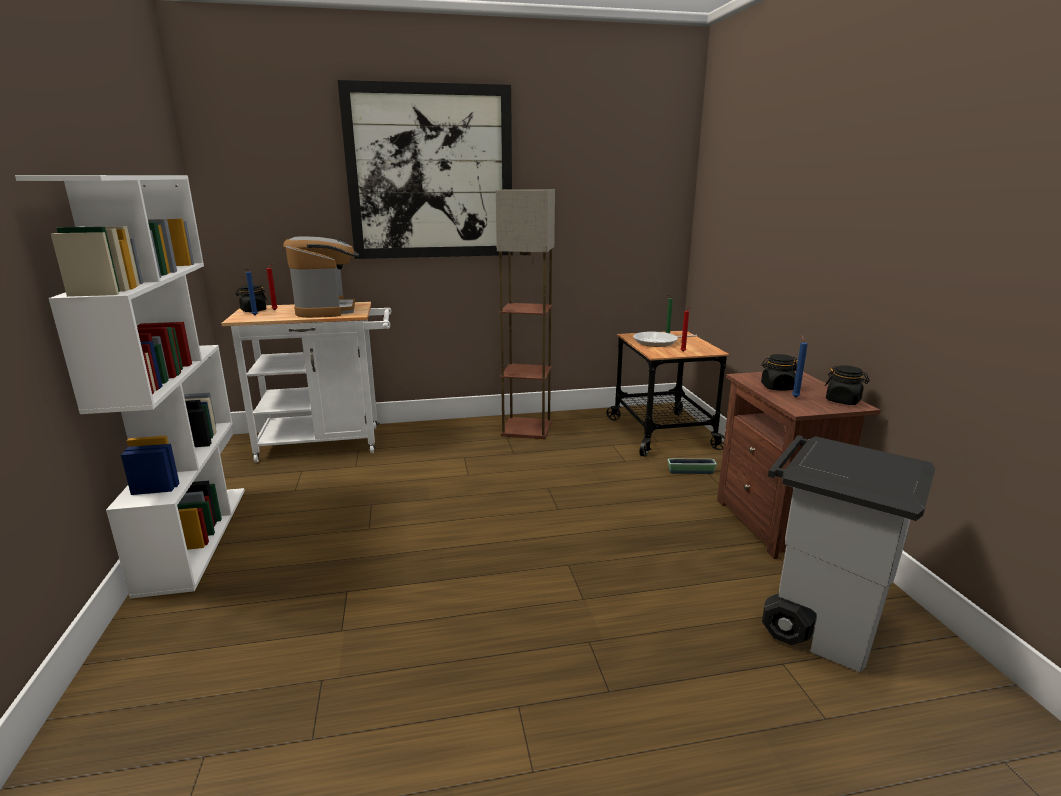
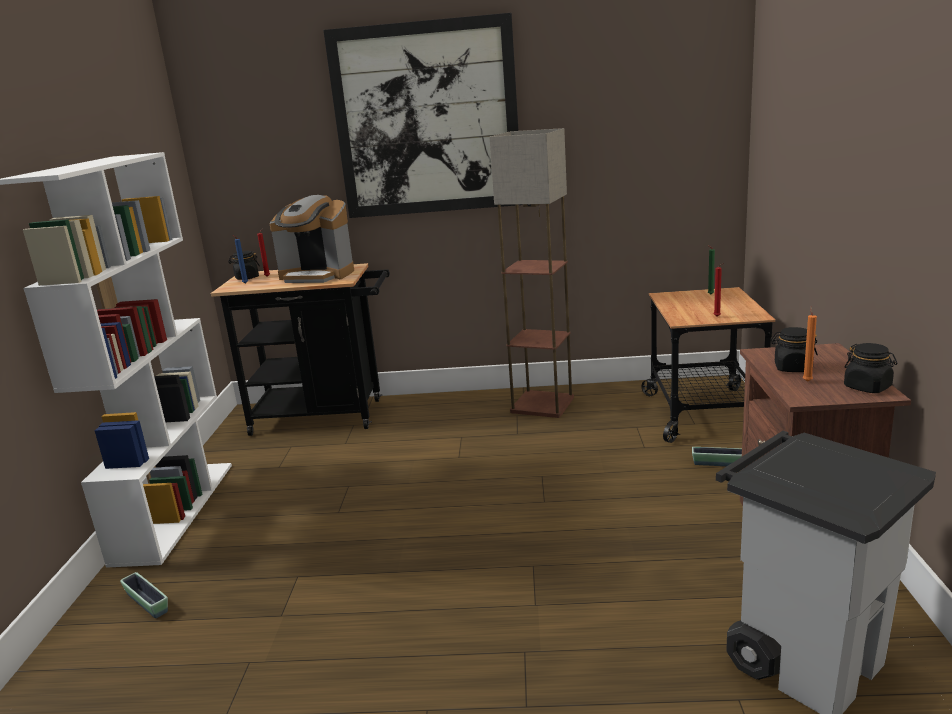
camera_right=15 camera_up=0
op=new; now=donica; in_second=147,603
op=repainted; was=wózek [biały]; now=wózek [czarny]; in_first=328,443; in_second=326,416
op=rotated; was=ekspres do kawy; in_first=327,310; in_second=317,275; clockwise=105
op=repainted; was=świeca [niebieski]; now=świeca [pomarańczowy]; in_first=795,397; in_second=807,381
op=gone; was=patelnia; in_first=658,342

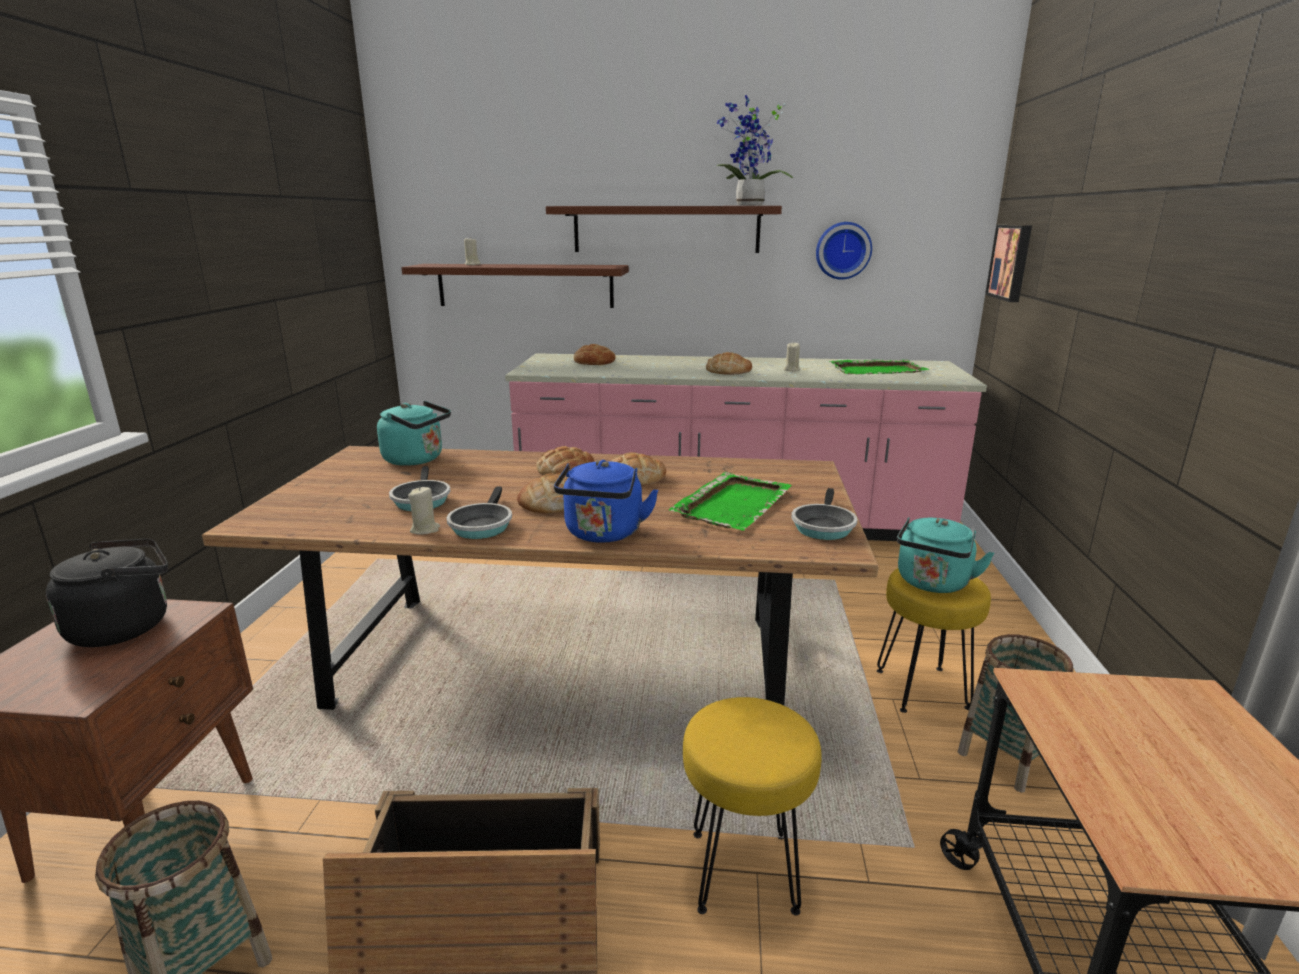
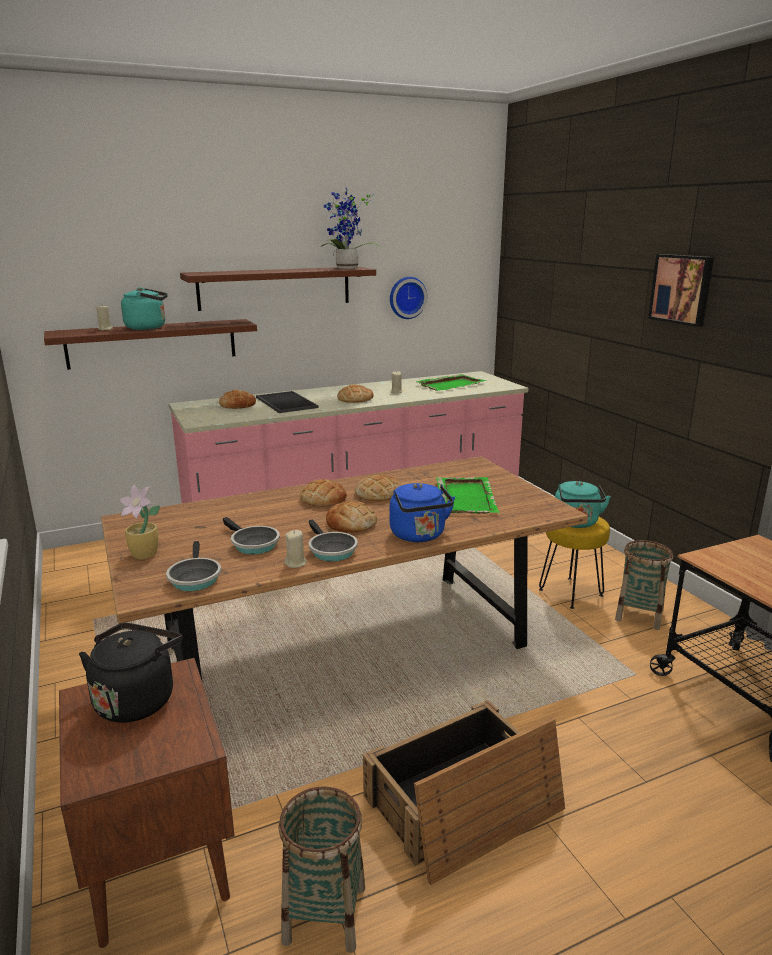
camera_right=-30 camera_up=0
op=new; now=roślina doniczkowa; in_second=145,555
op=shifted; was=czajnik [turkusowy]; in_first=417,460; in_second=148,328
op=shifted; was=patelnia; in_first=822,526; in_second=194,578
op=new; now=taca; in_second=285,402
op=shifted; was=obraz; in_first=1011,262; in_second=682,289
op=gone; was=stołek [żółty]; in_first=742,872

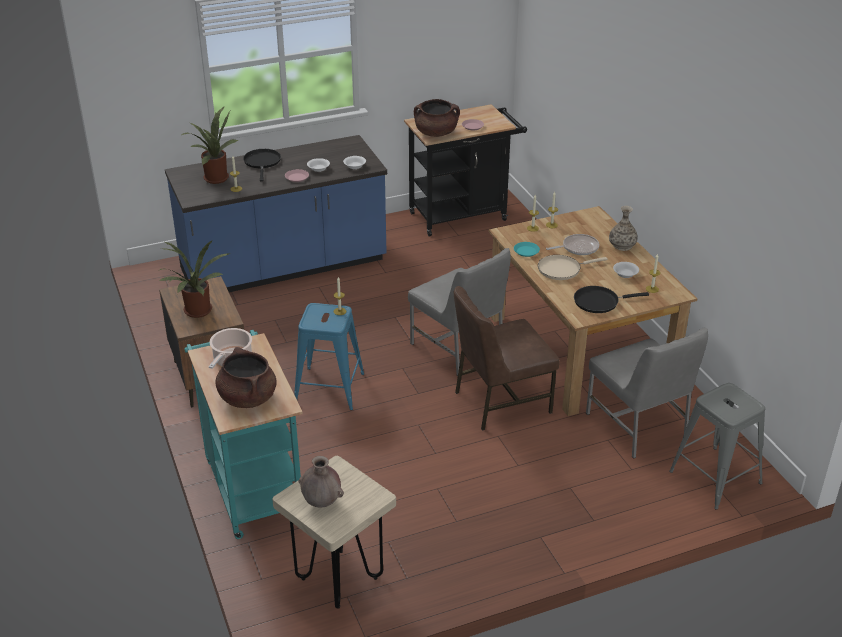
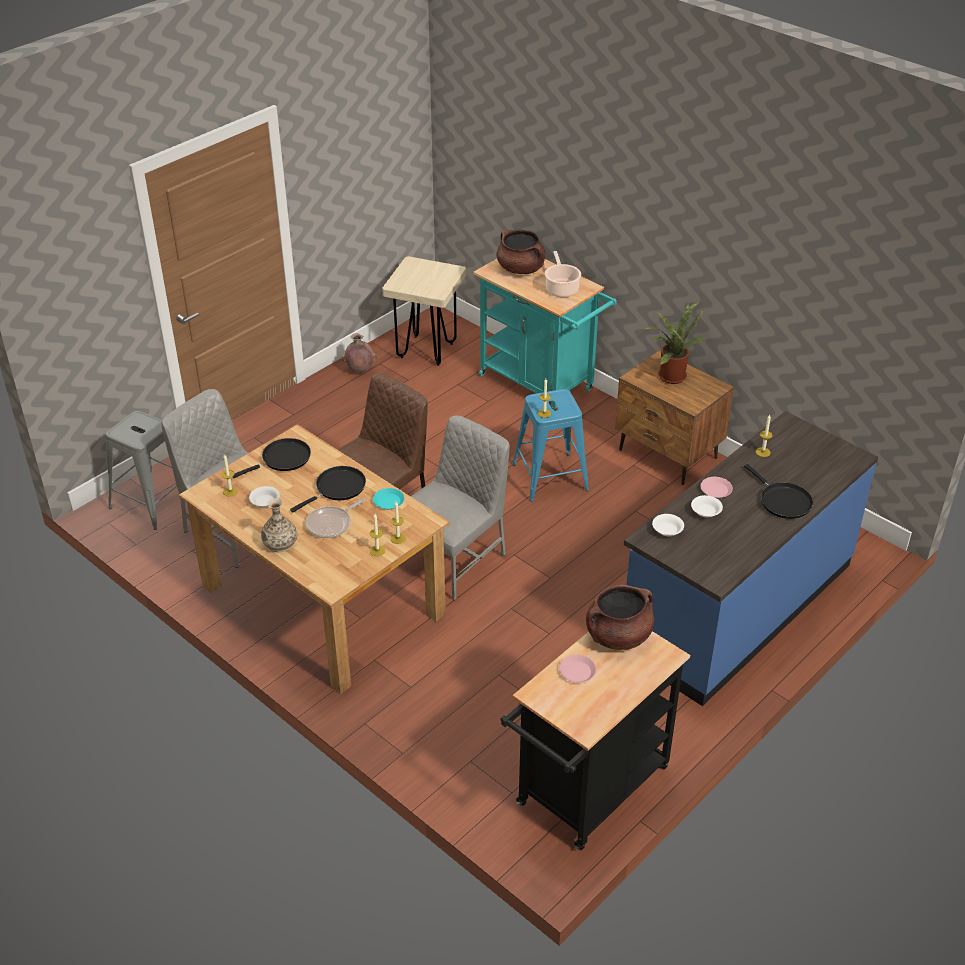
camera_right=155 camera_up=5
op=repainted; was=patelnia [beżowy]; now=patelnia [czarny]; in_first=562,269; in_second=337,488
op=shifted; was=wazon [brązowy]; in_first=322,502; in_second=360,370
op=rotated; was=krzesło [szary]; in_first=458,348; in_second=454,559; clockwise=105
op=gone; was=roślina doniczkowa; in_first=214,177

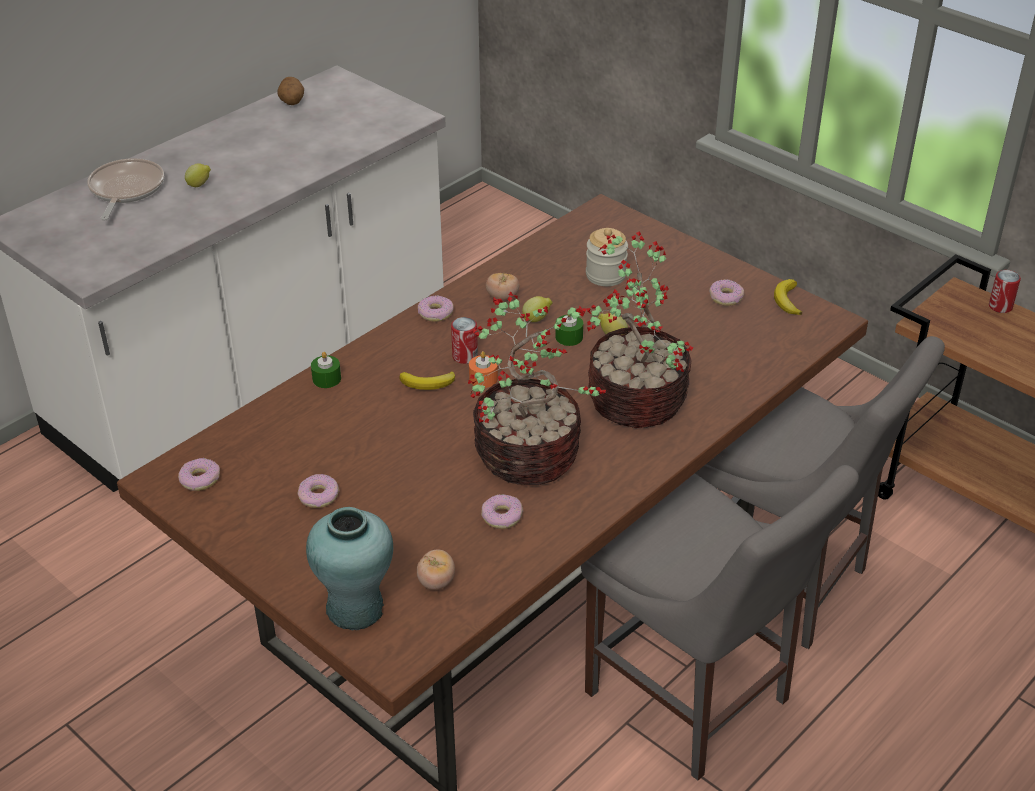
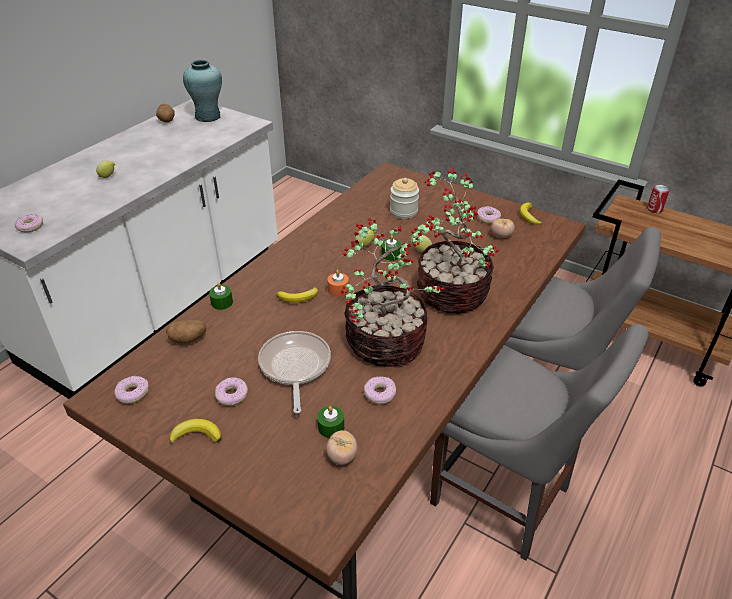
camera_right=-10 camera_up=0
op=shifted; was=donut; in_first=435,313; in_second=30,227
op=new; now=ziemniak; in_second=188,339
op=new; now=banan; in_second=197,435
op=shifted; was=wazon [turkusowy]; in_first=355,608; in_second=208,116
op=shifted; was=patelnia; in_first=125,190; in_second=295,367
op=new; now=świeca [zielony]; in_second=331,427
op=shifted; was=pomidor; in_first=502,297; in_second=501,236
op=gone; was=puszka; in_first=465,356

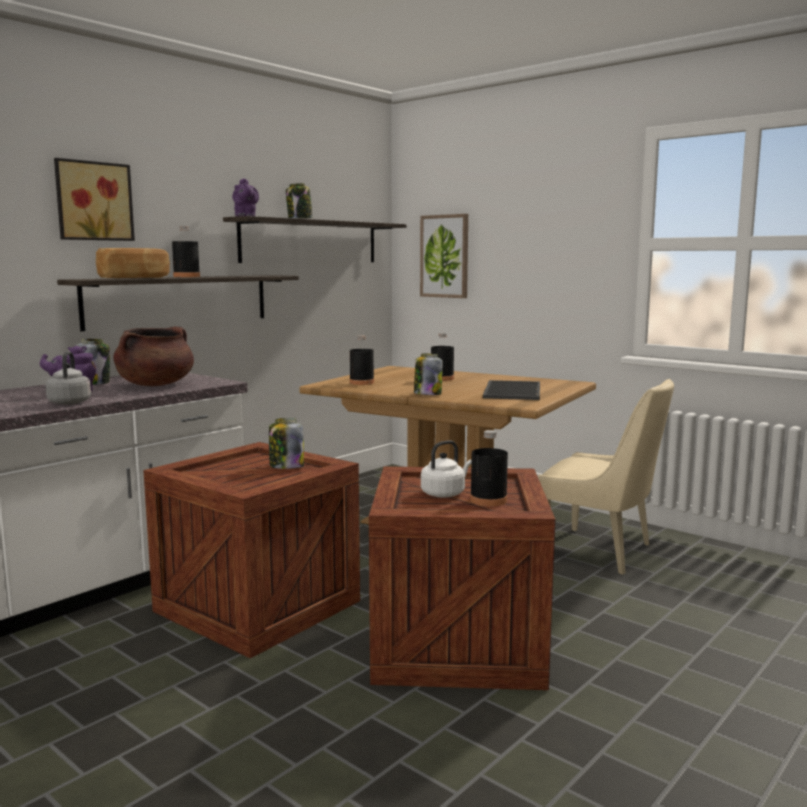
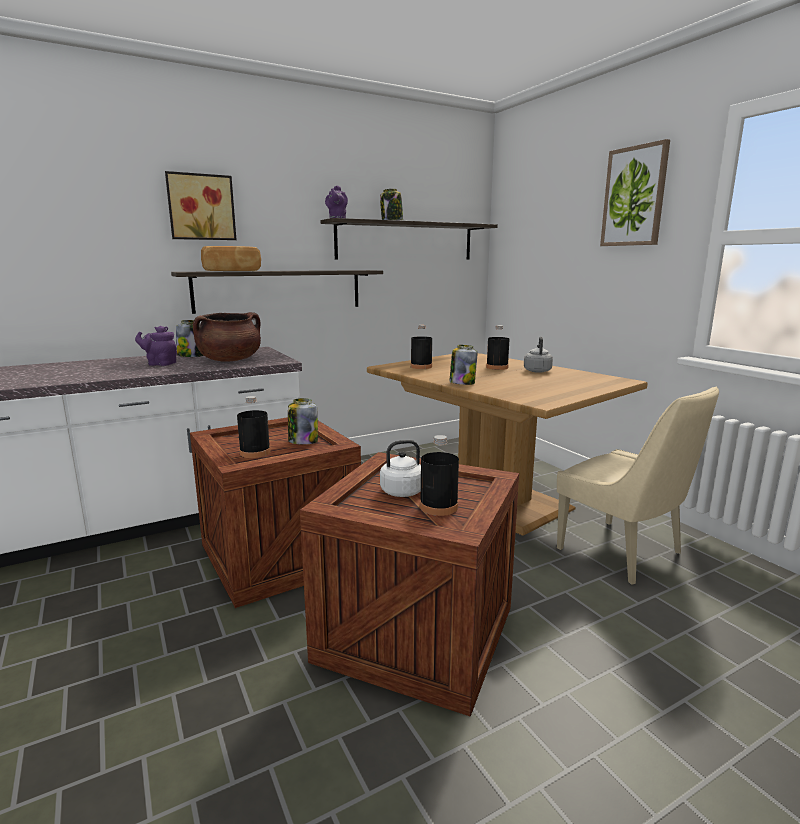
camera_right=20 camera_up=5
op=shifted; was=butelka [czarny]; in_first=186,277; in_second=255,452
op=shifted; was=czajnik [szary]; in_first=70,402; in_second=537,370
op=shifted; was=obraz; in_first=445,256; in_second=634,196
op=gone; was=taca; in_first=511,390

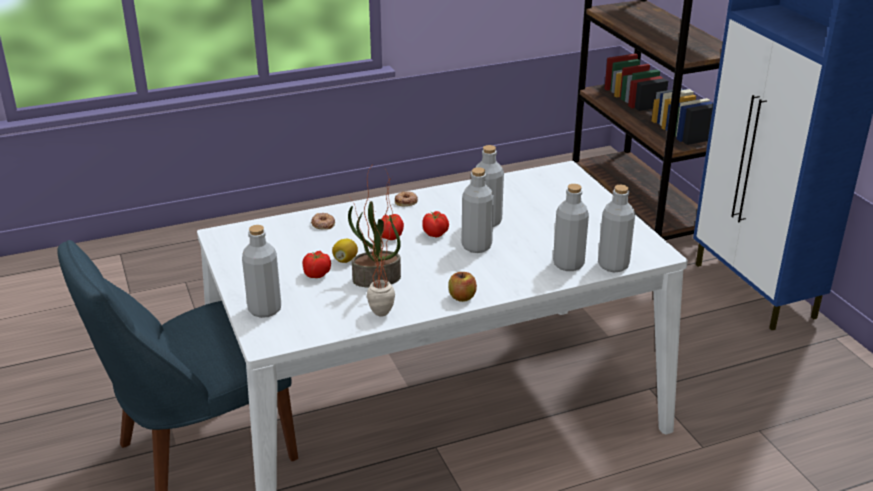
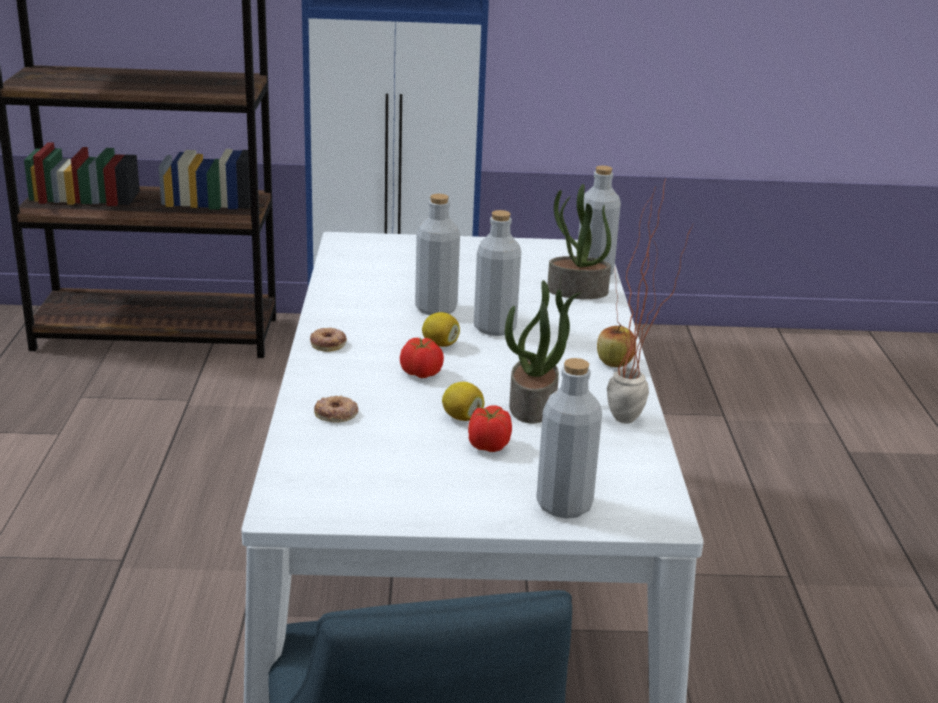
camera_right=-70 camera_up=-5
op=swapped; was=pomidor; now=cytryna; in_first=435,234; in_second=440,344
op=swapped; was=butelka [szary]; now=roślina doniczkowa; in_first=568,264; in_second=576,292

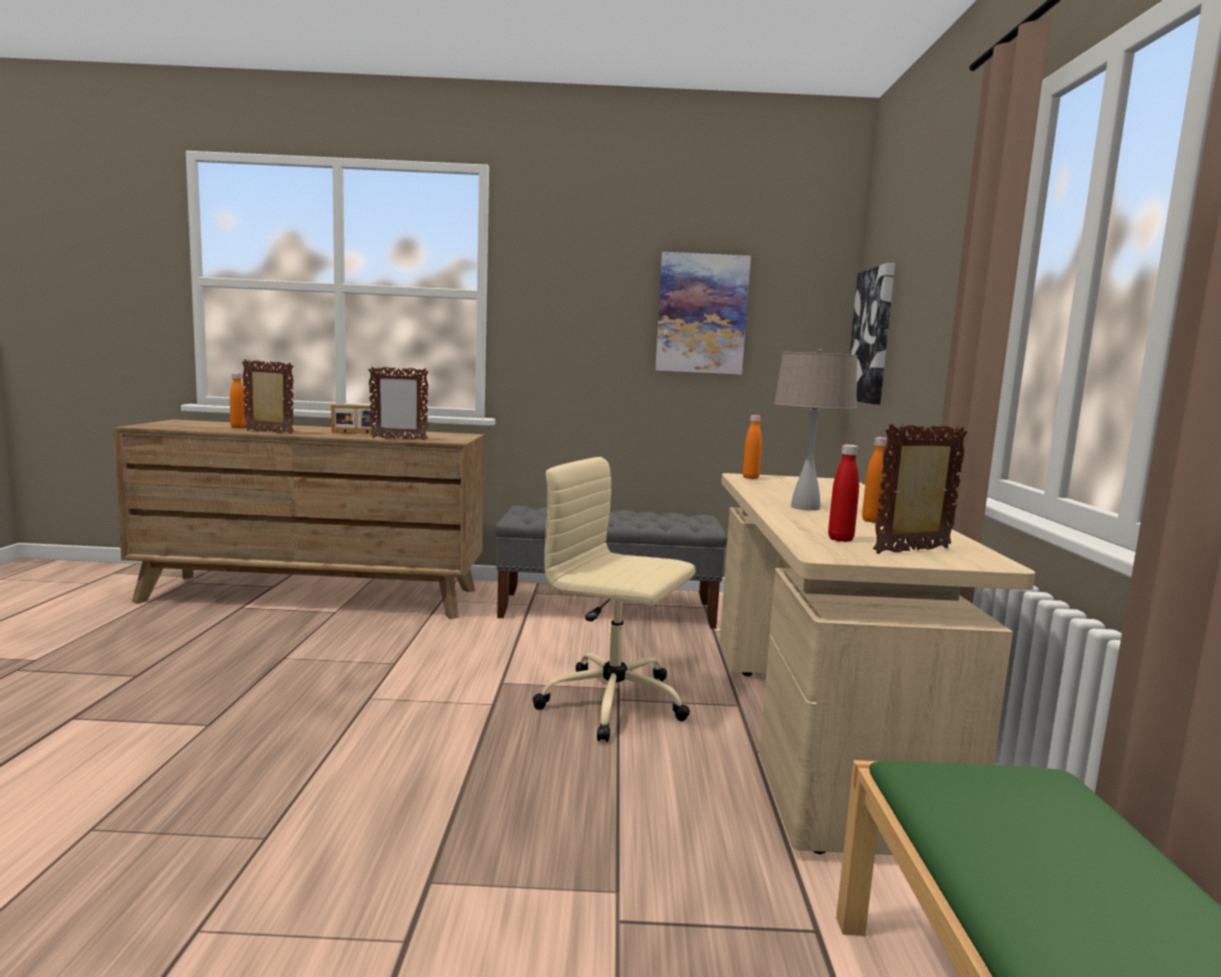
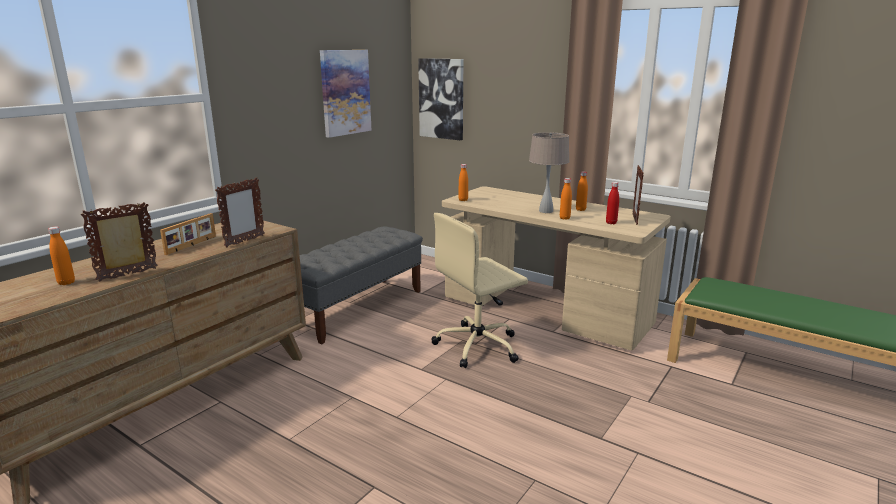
camera_right=-55 camera_up=10
op=new; now=butelka [pomarańczowy]; in_second=564,218

